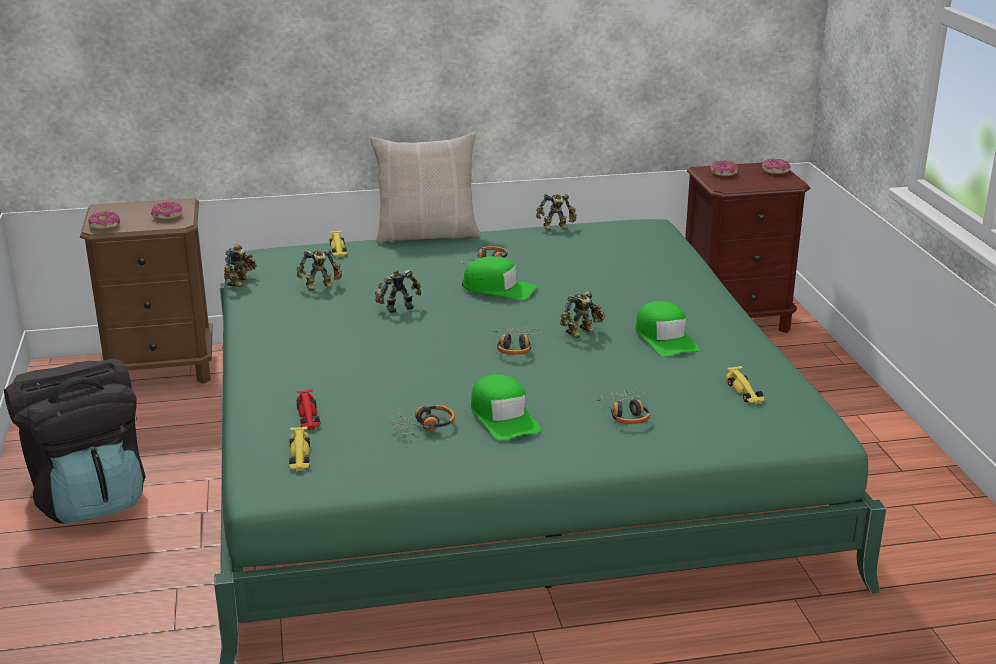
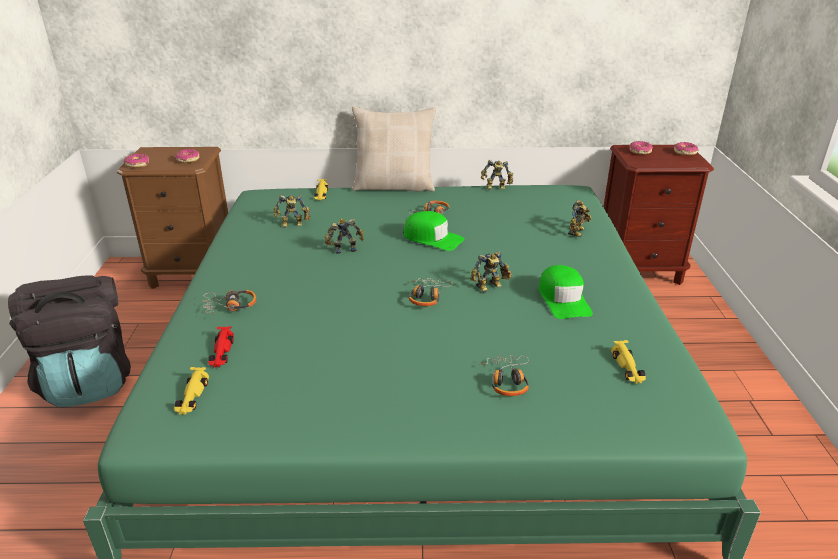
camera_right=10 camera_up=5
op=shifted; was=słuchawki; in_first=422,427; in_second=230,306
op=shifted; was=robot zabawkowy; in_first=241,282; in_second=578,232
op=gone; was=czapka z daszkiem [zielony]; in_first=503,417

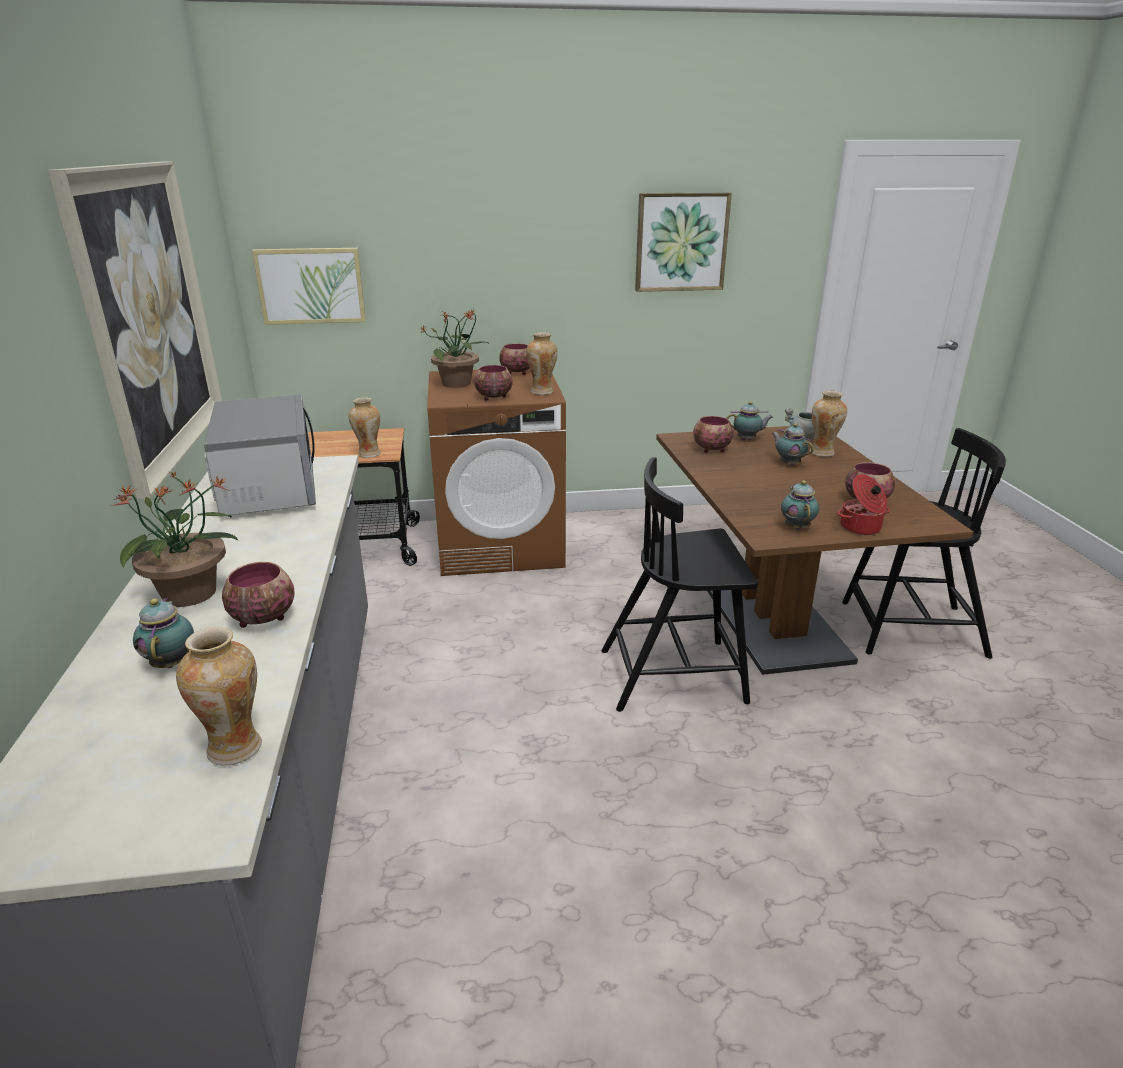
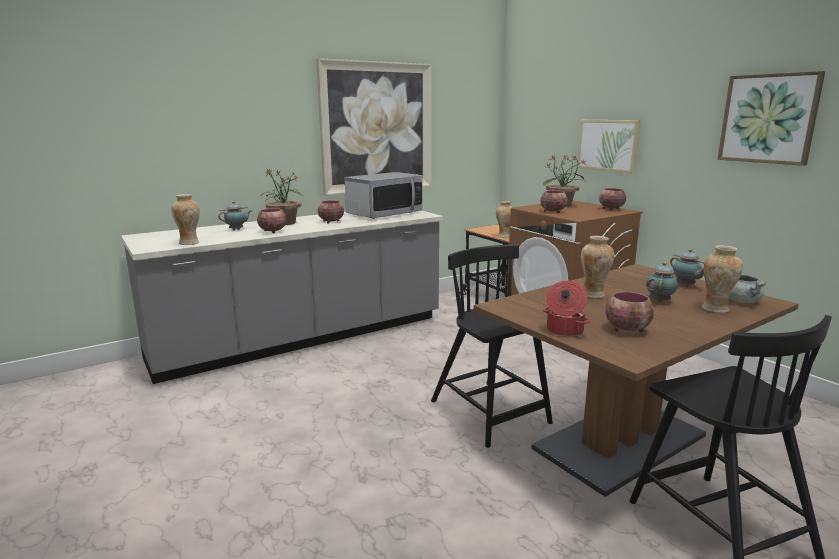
camera_right=65 camera_up=-10
op=shifted; was=miska; in_first=711,449; in_second=330,222
op=shifted; was=obraz; in_first=311,286; in_second=608,145
op=shifted; was=wazon; in_first=542,392; in_second=593,295
op=gone; was=imbryk; in_first=796,527

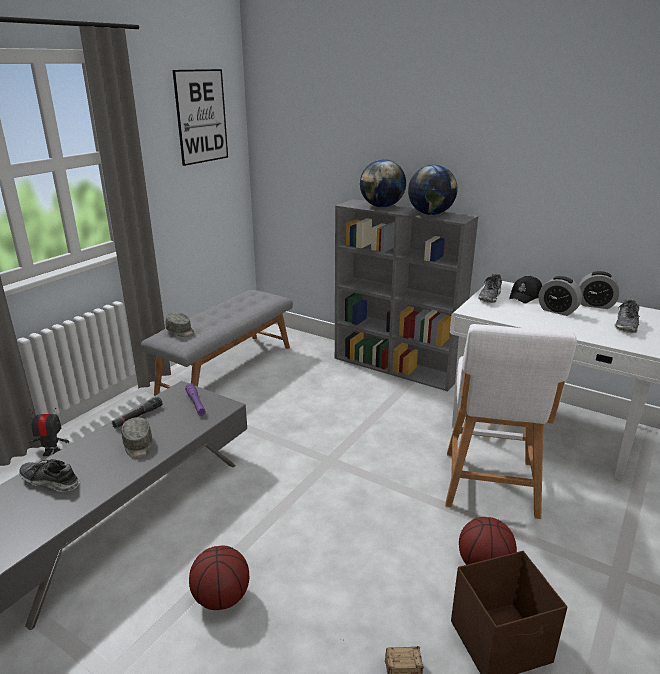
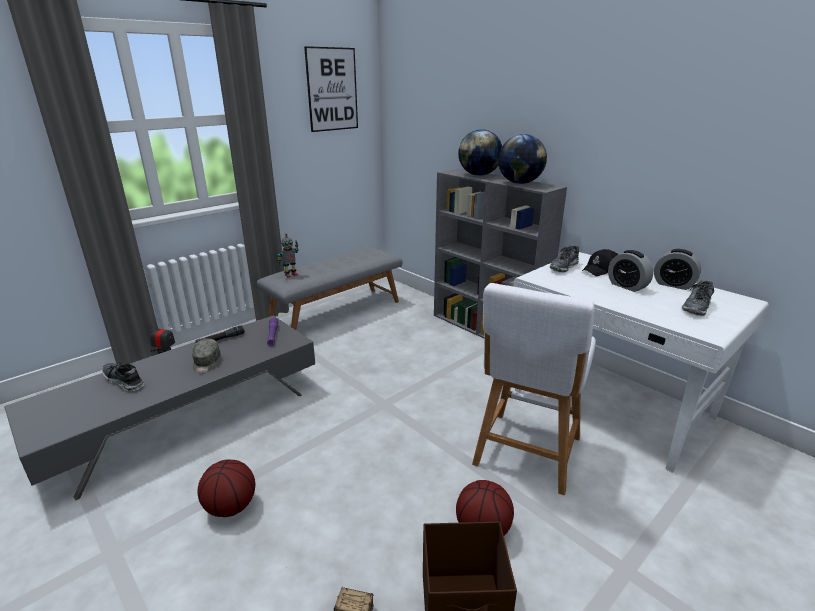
camera_right=15 camera_up=0
op=swapped; was=czapka z daszkiem [szary]; now=robot zabawkowy; in_first=181,331; in_second=290,275

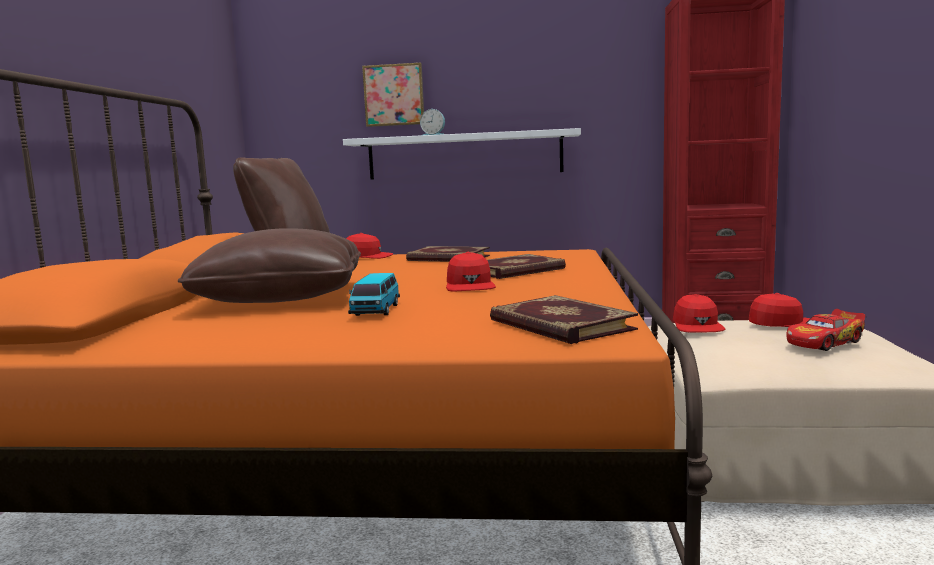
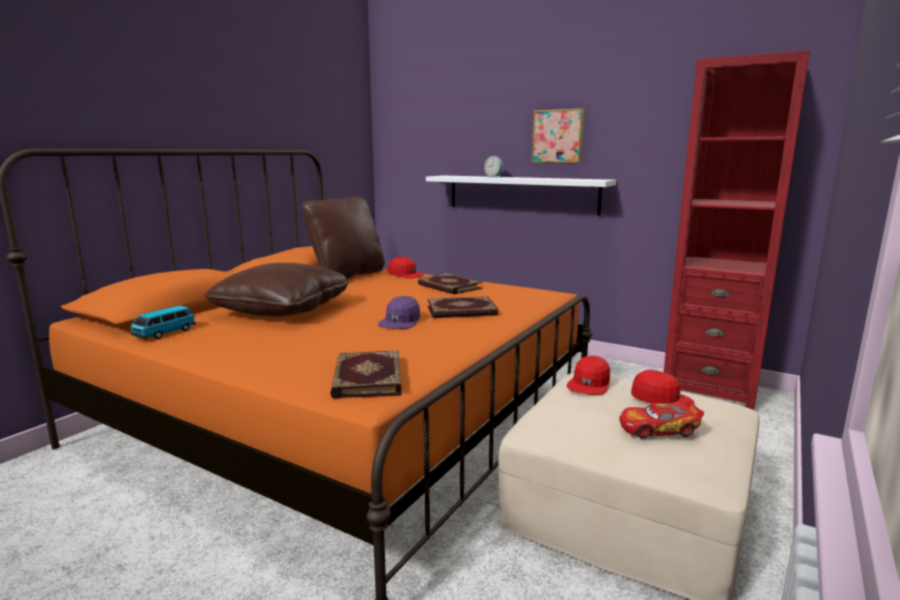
camera_right=25 camera_up=5
op=shifted; was=samochodzik; in_first=376,311; in_second=164,333
op=repainted; was=czapka z daszkiem [czerwony]; now=czapka z daszkiem [fioletowy]; in_first=469,285; in_second=400,321
op=shifted; was=obraz; in_first=394,95; in_second=558,136

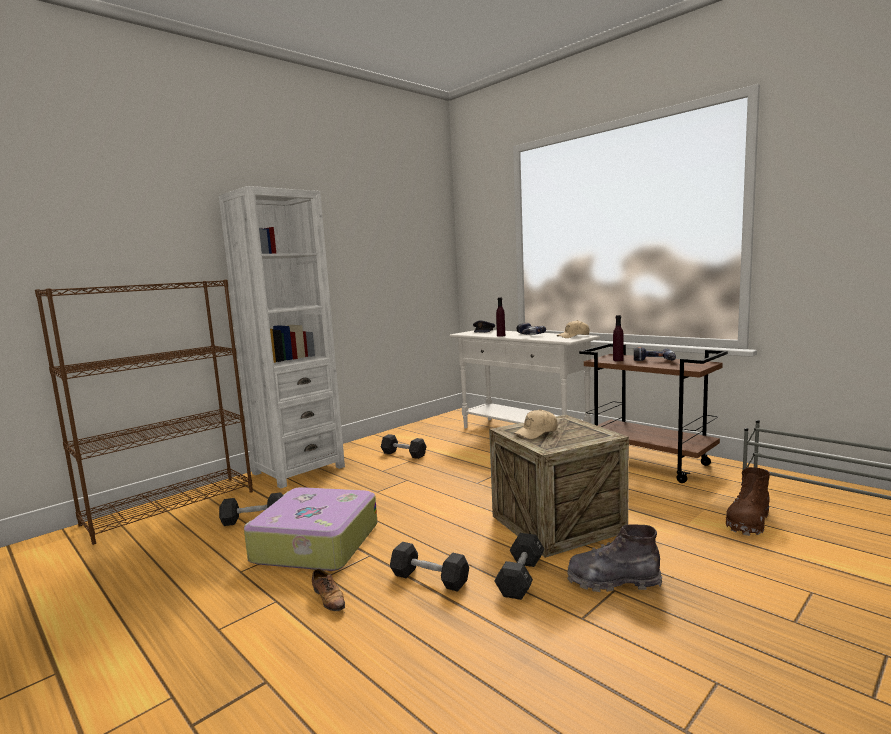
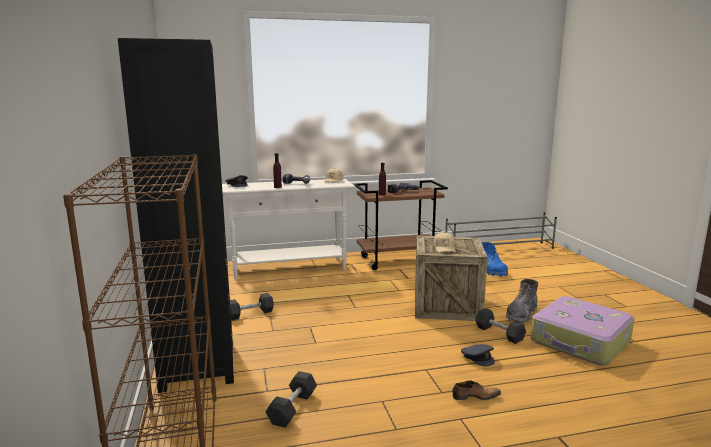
camera_right=-60 camera_up=5
op=repainted; was=regał [biały]; now=regał [czarny]; in_first=298,470; in_second=198,366
op=swapped; was=hantel [czarny]; now=czapka z daszkiem [szary]; in_first=429,579; in_second=478,358
op=repainted; was=but z cholewką [brązowy]; now=but z cholewką [niebieski]; in_first=748,522; in_second=492,271
op=shifted; was=walizka; in_first=314,543; in_second=580,342

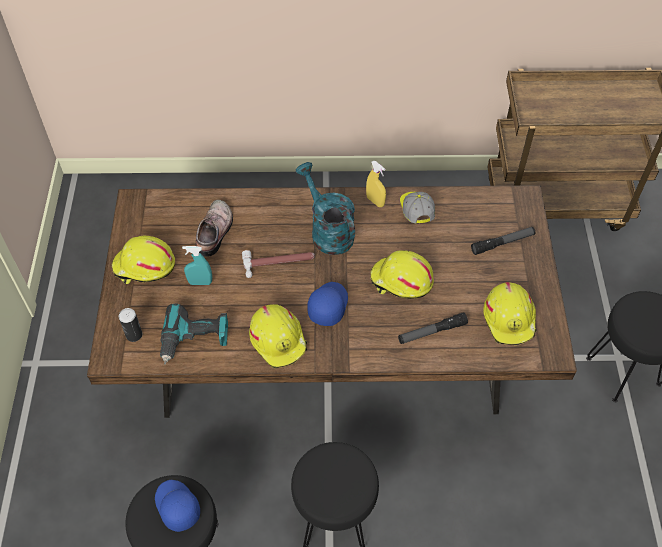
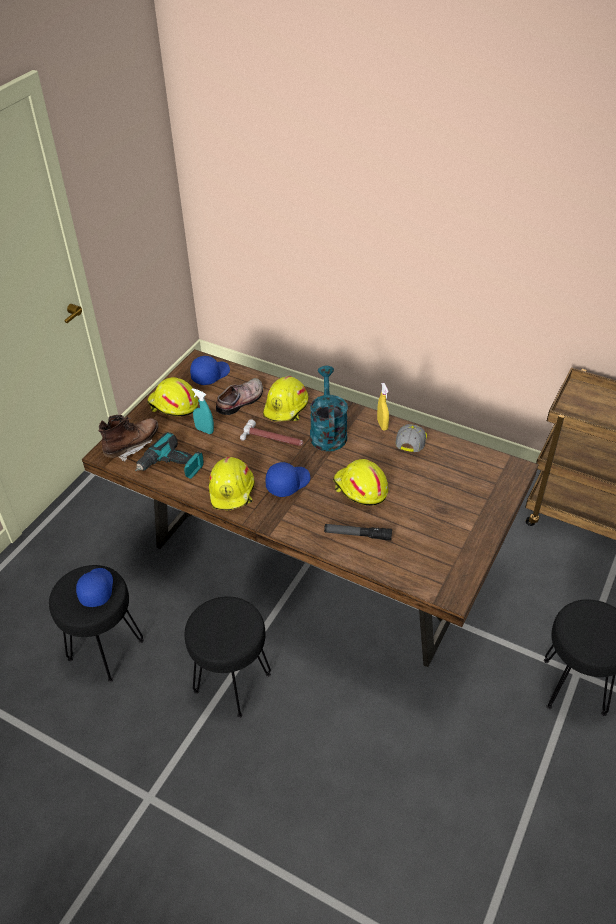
camera_right=30 camera_up=-10
op=swapped; was=puszka; now=but z cholewką [brązowy]; in_first=134,335; in_second=132,446
op=new; now=czapka z daszkiem [niebieski]; in_second=210,374
op=shifted; was=kask [żółty]; in_first=510,319; in_second=286,407
op=gone; was=latarka; in_first=502,243

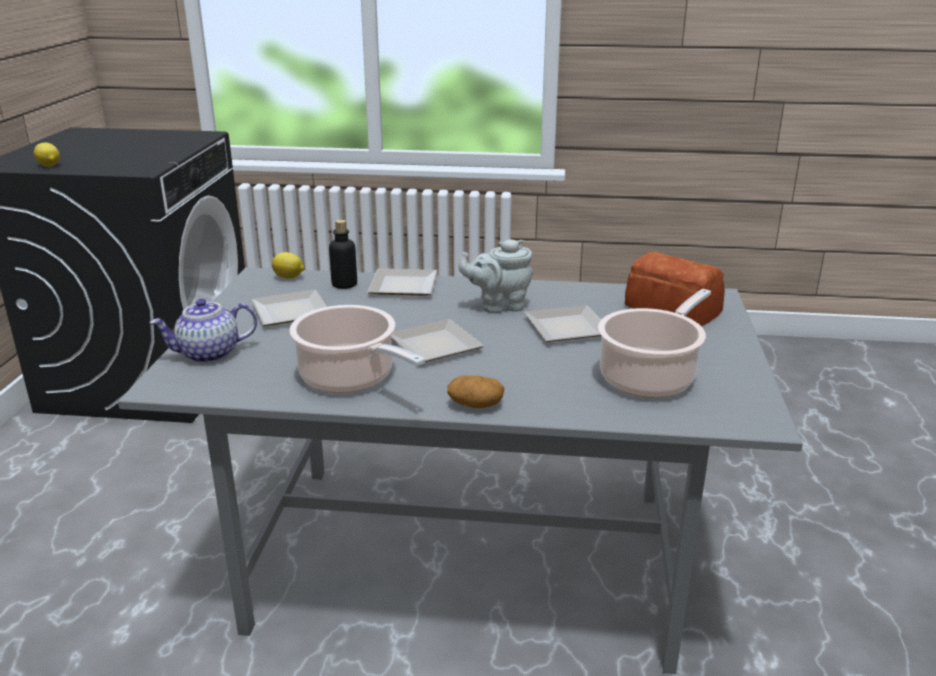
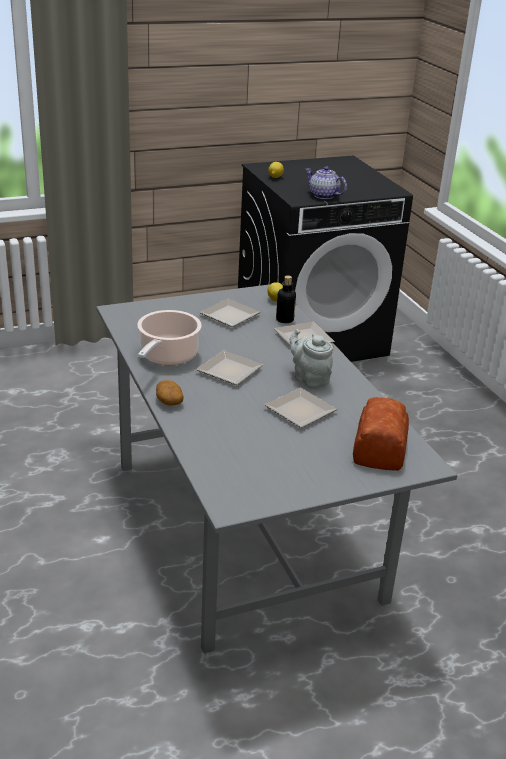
camera_right=60 camera_up=5
op=shifted; was=imbryk; in_first=208,354; in_second=323,195
op=gone; was=garnek; in_first=650,377

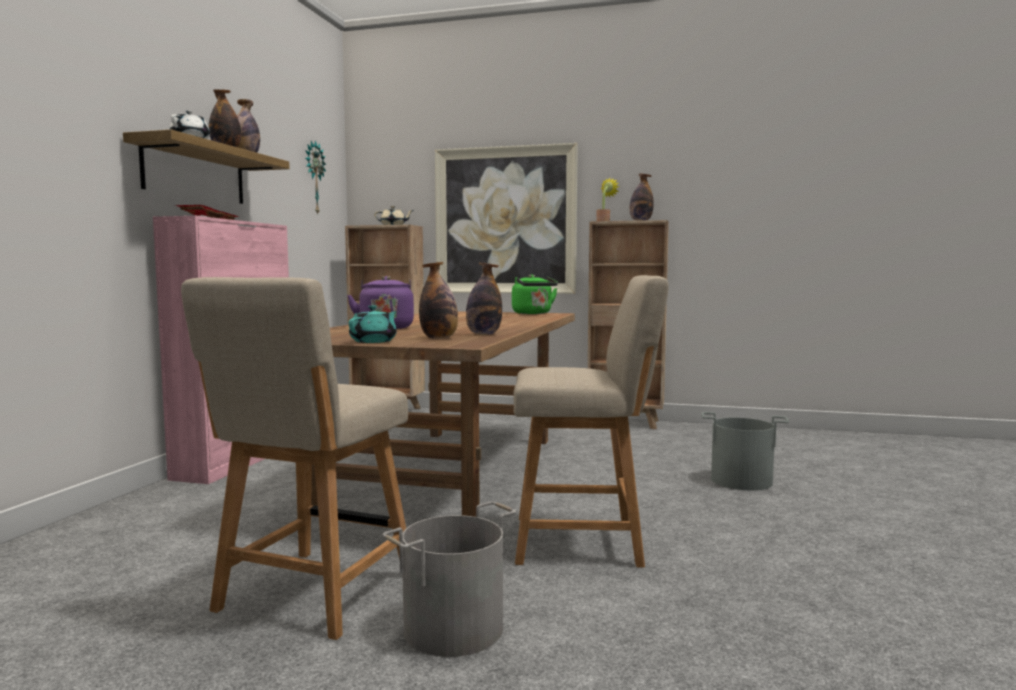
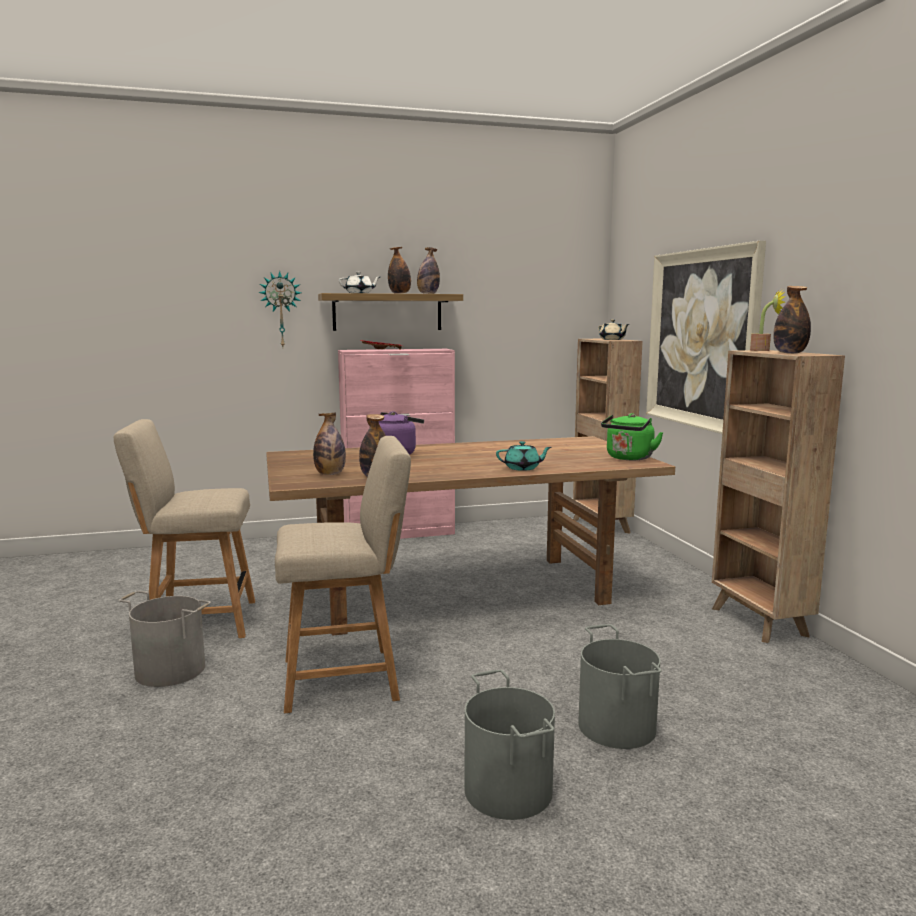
camera_right=60 camera_up=5
op=shifted; was=zegar ścienny; in_first=313,178; in_second=281,309
op=rotated; was=krzesło [beżowy]; in_first=585,540; in_second=347,678; clockwise=-75
op=new; now=wiadro [szary]; in_second=507,790
op=shifted; was=imbryk [turkusowy]; in_first=374,341; in_second=523,468

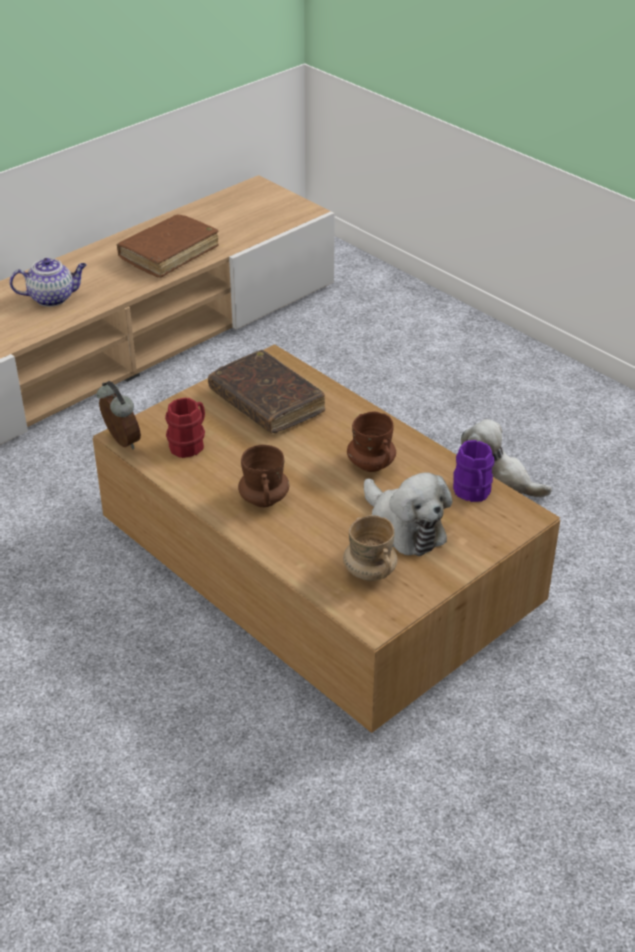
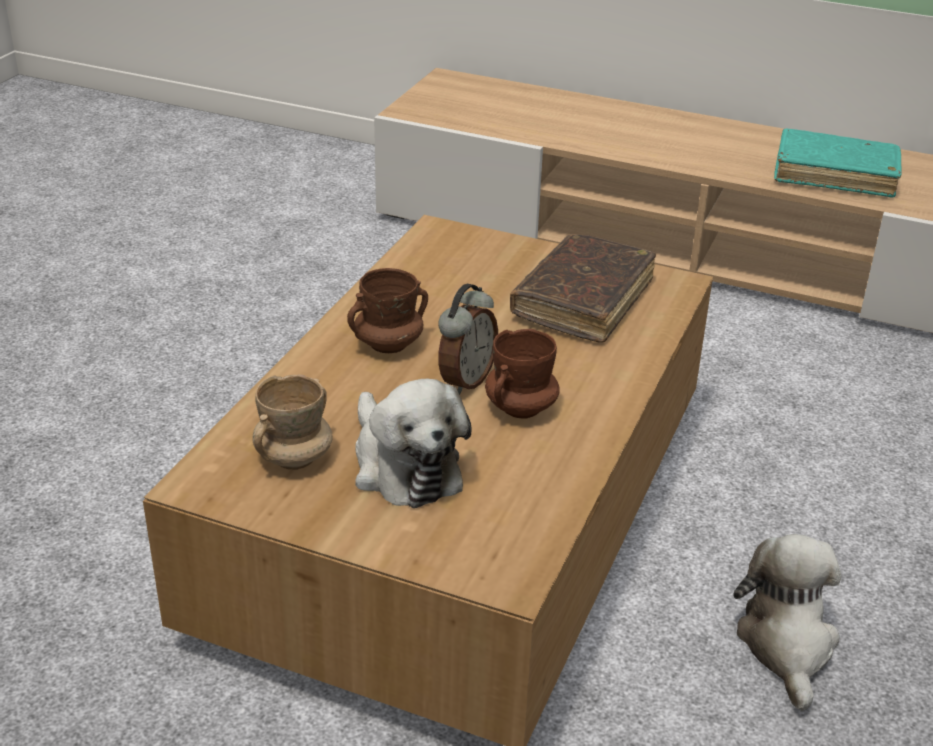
camera_right=65 camera_up=-5
op=rotated; was=pluszak; in_first=404,527; in_second=404,466; clockwise=-60
op=shifted; was=budzik; in_first=120,442; in_second=465,380
op=repainted; was=książka [brązowy]; now=książka [turkusowy]; in_first=169,254; in_second=835,175
op=gone; was=imbryk; in_first=53,298
op=gone; was=kubek [czerwony]; in_first=190,443
op=gone; was=kubek [fioletowy]; in_first=473,493

